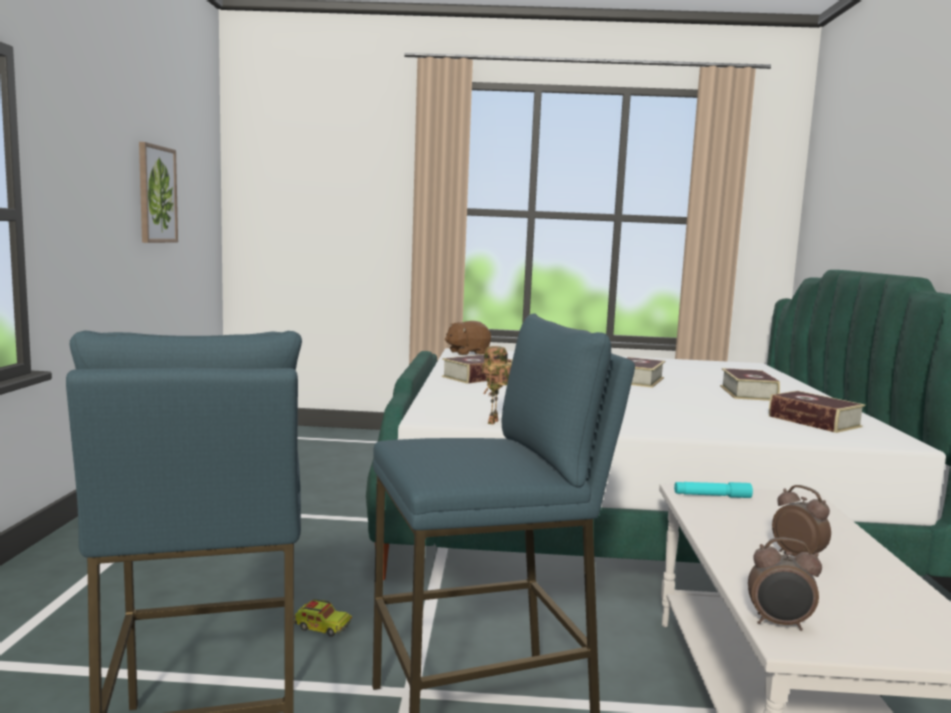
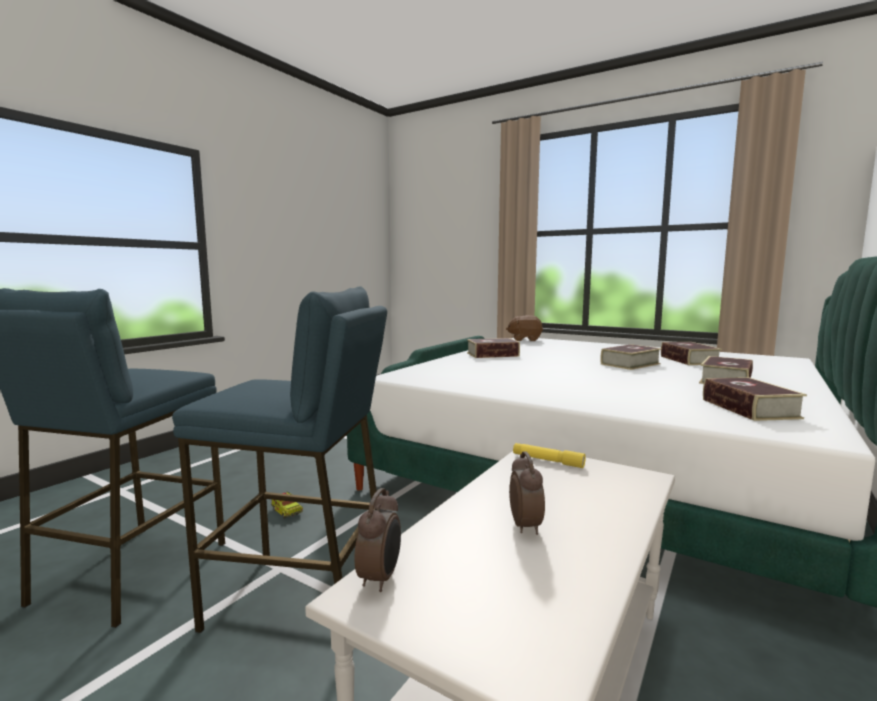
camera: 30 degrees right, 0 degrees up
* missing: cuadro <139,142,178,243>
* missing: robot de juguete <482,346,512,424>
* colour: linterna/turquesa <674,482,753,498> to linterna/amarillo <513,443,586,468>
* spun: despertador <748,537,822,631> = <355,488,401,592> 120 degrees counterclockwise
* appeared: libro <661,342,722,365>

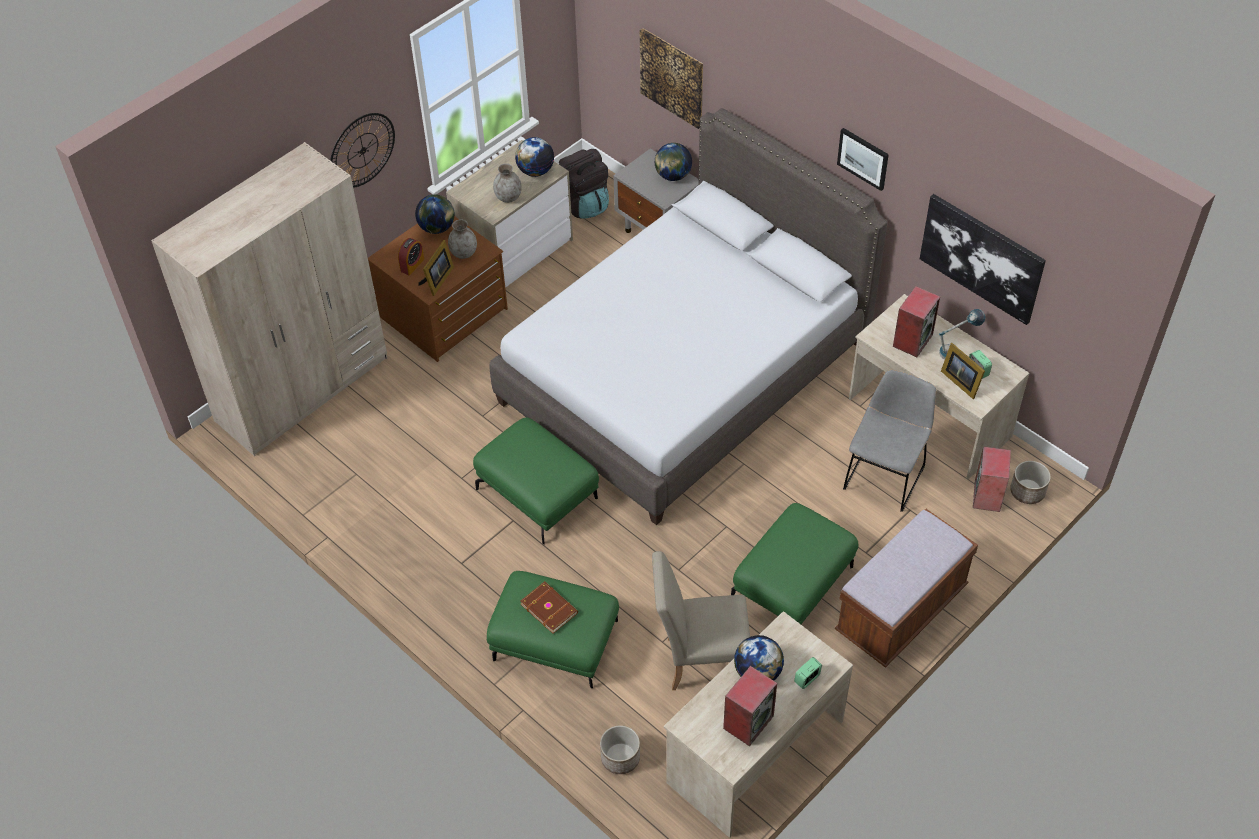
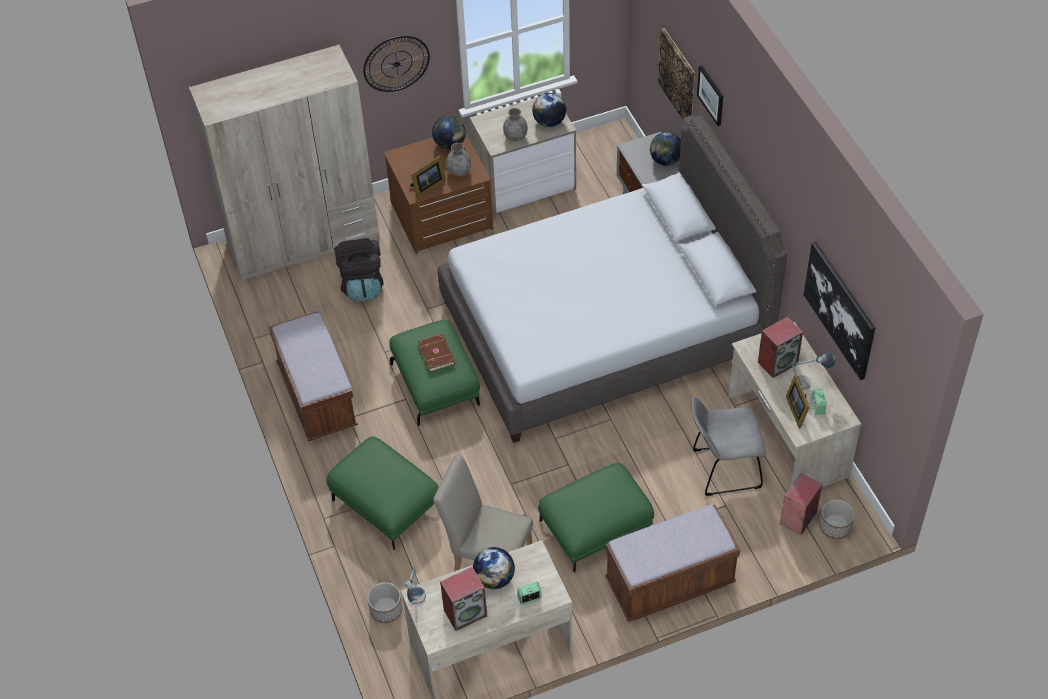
camera: 25 degrees right, 0 degrees up
* missing: despertador <398,238,424,275>
* relocated: libro/marrón <520,581,578,634> to <418,334,455,372>
* relocated: mochila/negro <559,149,609,219> to <334,238,384,301>
* relocated: cuadro <837,128,889,191> to <697,65,723,126>
* spun: silla/gris <843,370,936,512> = <691,397,766,496> 150 degrees counterclockwise
* appeared: banco/marrón <269,311,358,441>
* appeared: lámpara de mesa <404,567,426,605>

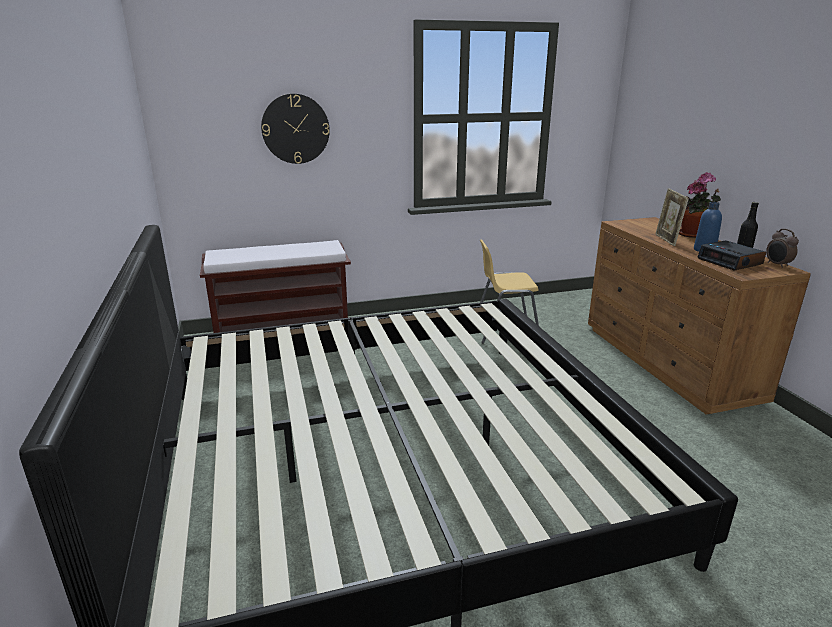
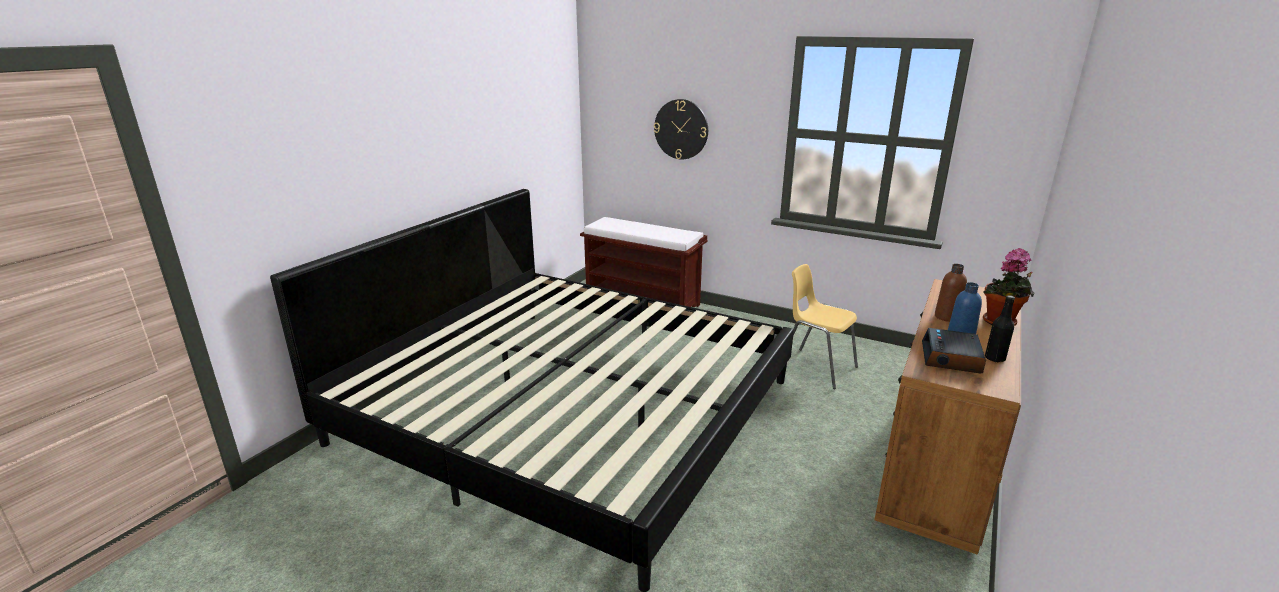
camera: 45 degrees right, 0 degrees up
* exchanged: portarretratos <655,188,689,246> to botella/marrón <935,264,967,322>
* missing: despertador <766,229,799,268>

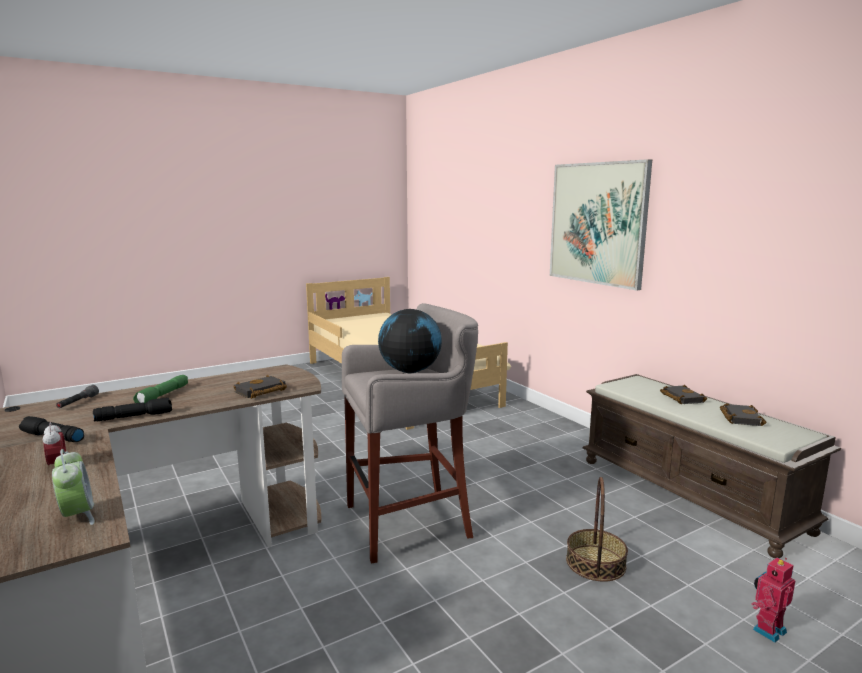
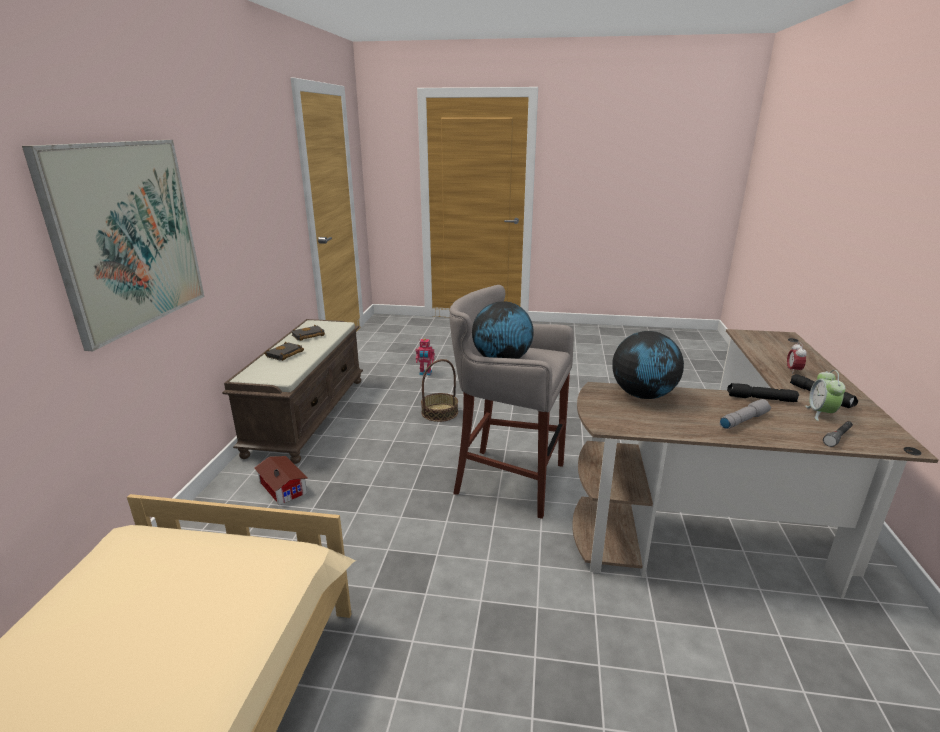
camera: 140 degrees left, 10 degrees up
* relocated: despertador <52,449,95,525> to <805,370,846,421>
* colour: linterna/verde <133,375,188,403> to linterna/gris <720,399,771,429>
* exchanged: libro/negro <233,375,287,399> to globo terráqueo <612,331,684,399>
* appeared: casita <254,456,308,505>

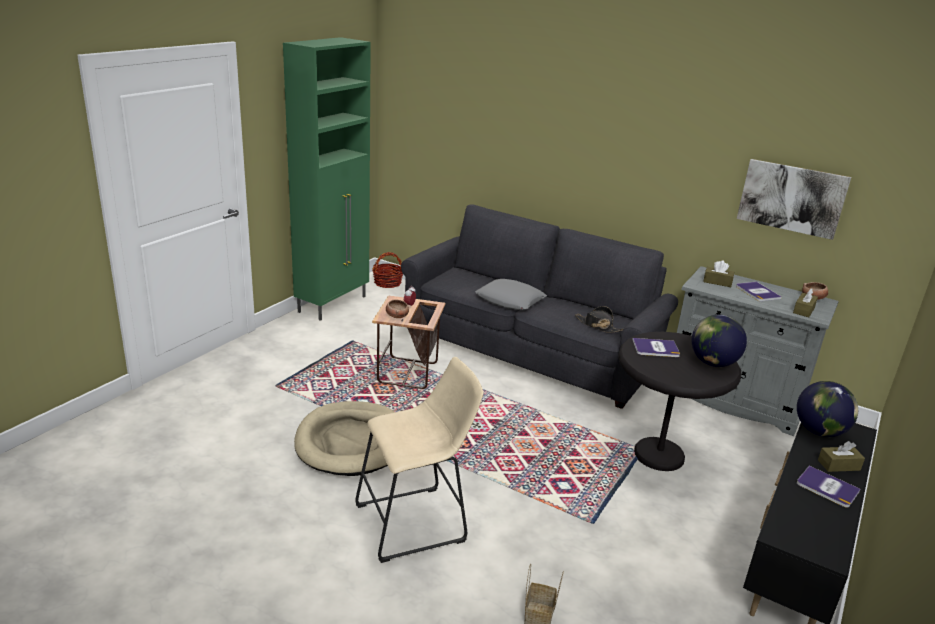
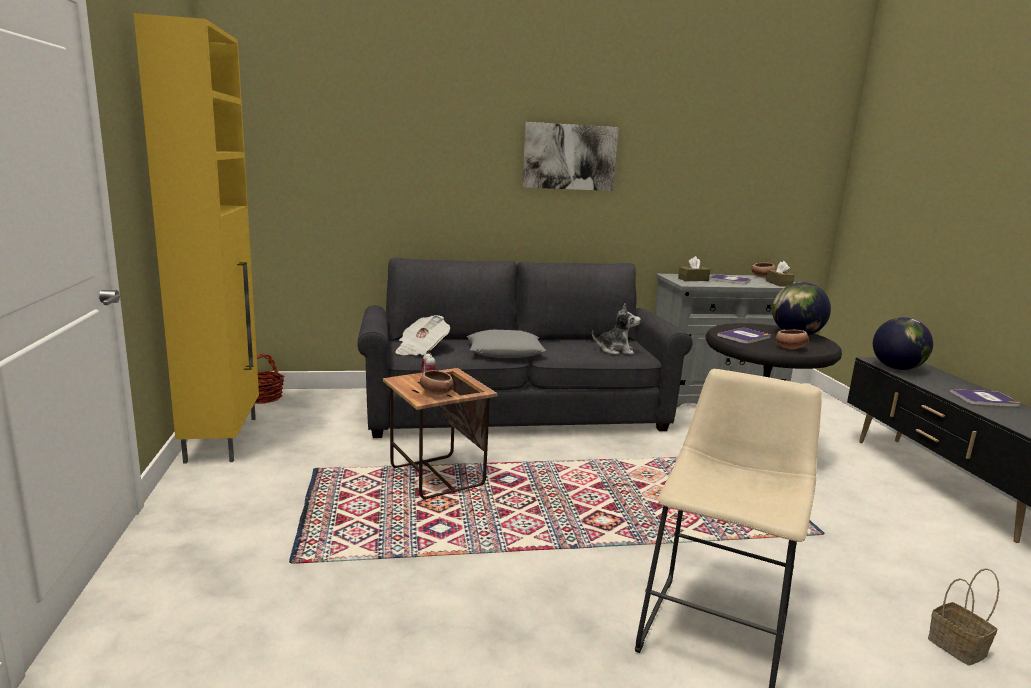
camera: 40 degrees left, 10 degrees down
* colour: armario/verde <283,37,371,321> to armario/amarillo <134,13,259,464>
* missing: cama para perro/beis <294,401,394,476>
* exchanged: sombrero/negro <575,306,623,333> to peluche <592,304,641,355>
* relocated: cuadro <737,159,851,240> to <522,122,619,191>
* missing: caja de pañuelos/marrón <818,441,865,472>
* appeared: periódico <395,315,450,355>
* appeared: cuenco <776,330,809,349>

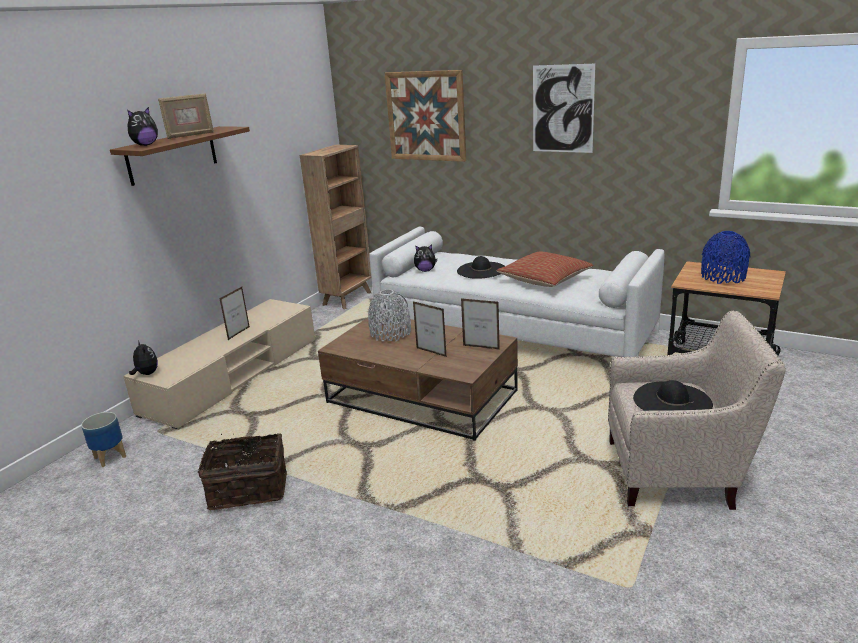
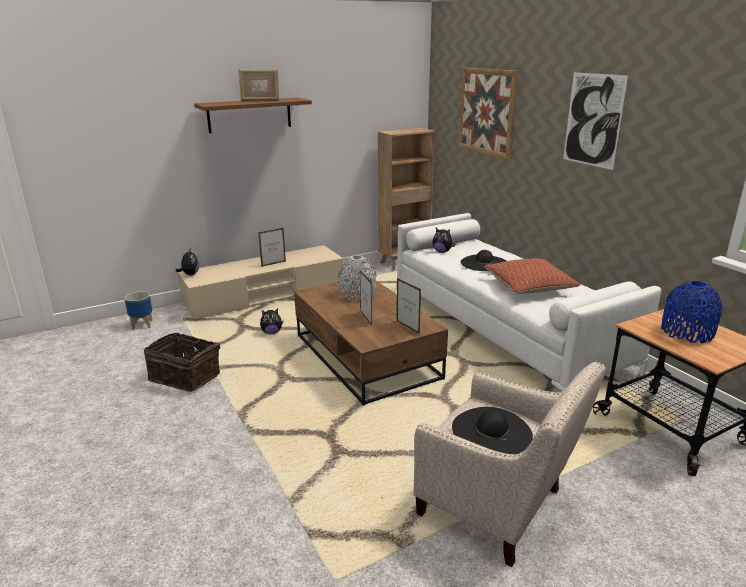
camera: 30 degrees right, 0 degrees up
* relocated: peluche <127,107,158,146> to <260,309,283,334>

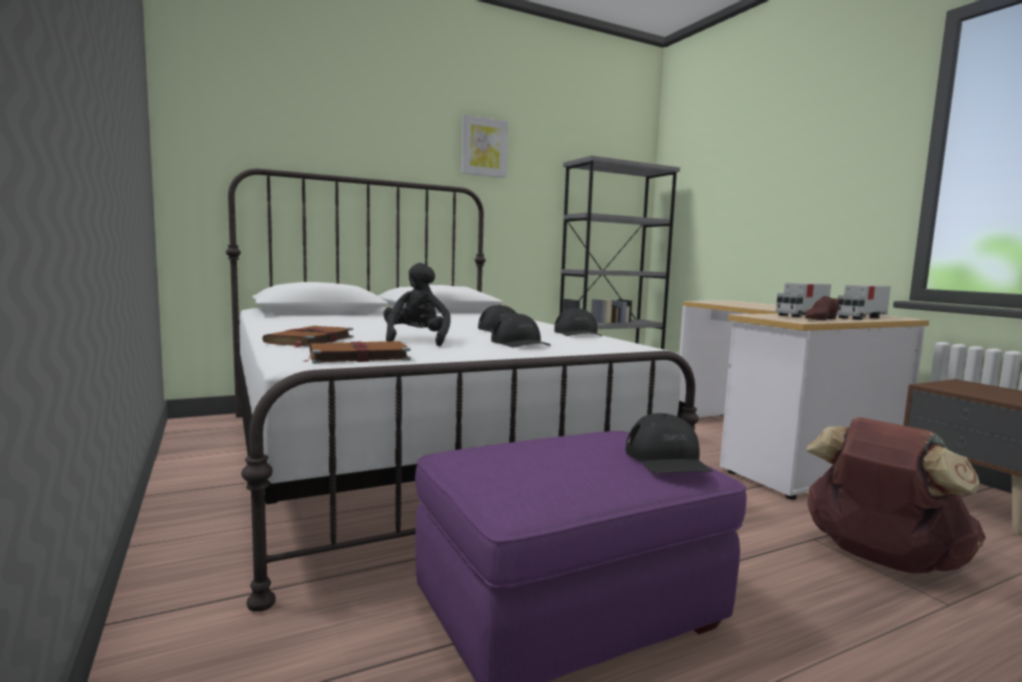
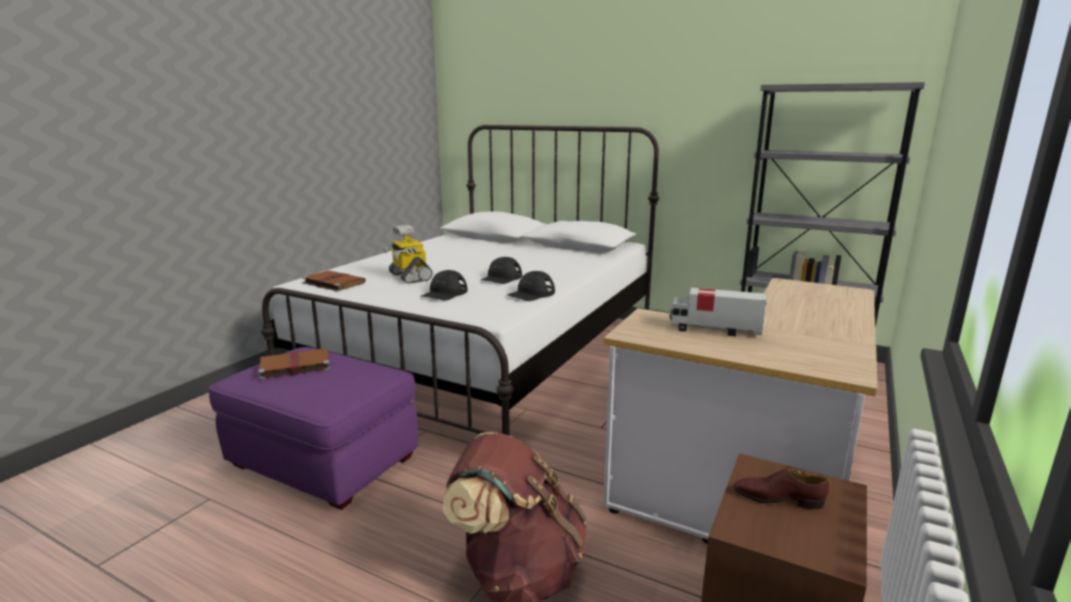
camera: 55 degrees right, 10 degrees up
* relocated: libro/marrón <262,326,354,348> to <253,348,330,380>
* exchanged: peluche/negro <383,263,451,346> to robot de juguete <382,225,433,284>
* missing: cuadro <461,115,508,178>
* missing: gorra/negro <625,413,713,473>
* relocated: zapato/marrón <805,296,839,320> to <734,468,829,509>
* missing: camión de juguete <837,285,891,320>

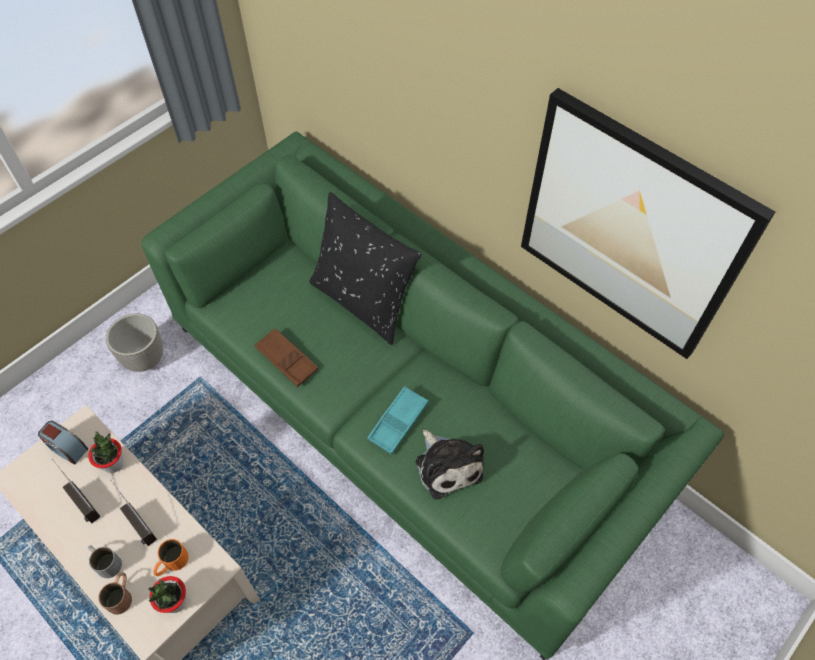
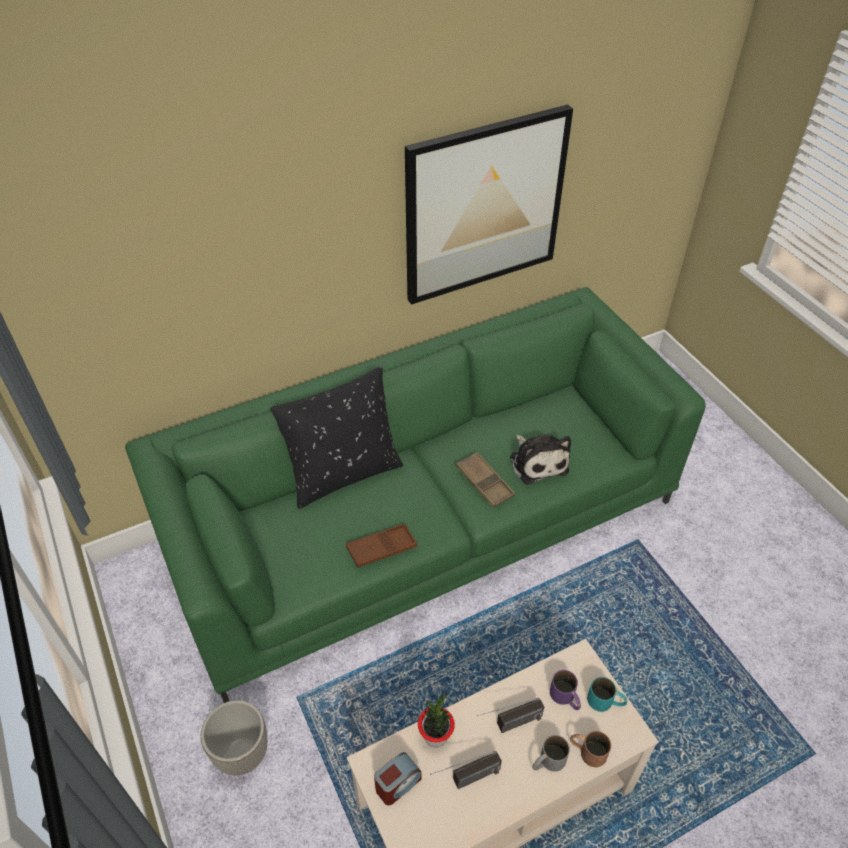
camera: 70 degrees left, 10 degrees down
* exchanged: planta en maceta <148,576,186,613> to taza grande/turquesa <587,677,627,712>
* colour: taza grande/naranja <154,539,189,576> to taza grande/morado <550,670,581,710>
* colour: bandeja/turquesa <367,386,428,454> to bandeja/marrón <456,452,515,508>
* spun: peluche <416,430,484,499> = <510,434,571,485> 75 degrees clockwise

